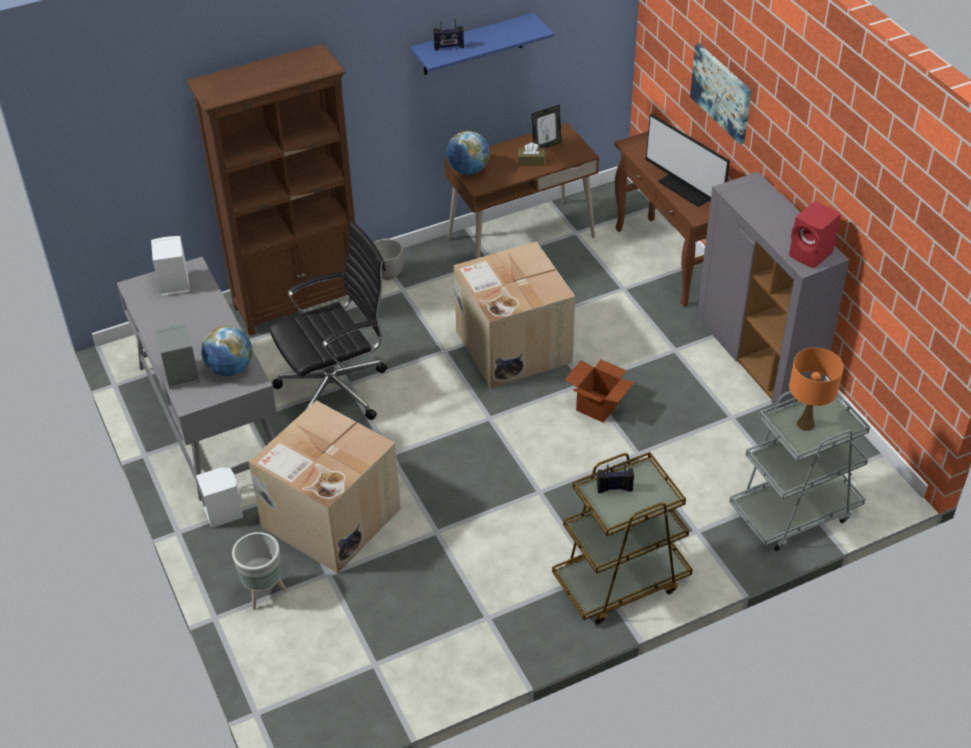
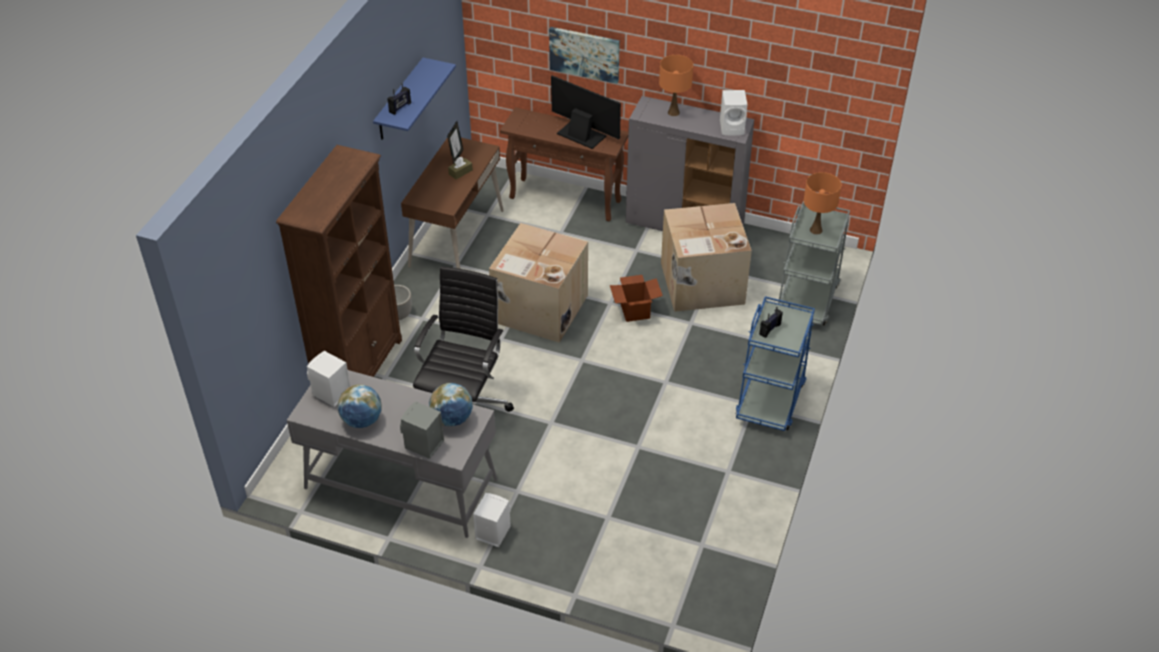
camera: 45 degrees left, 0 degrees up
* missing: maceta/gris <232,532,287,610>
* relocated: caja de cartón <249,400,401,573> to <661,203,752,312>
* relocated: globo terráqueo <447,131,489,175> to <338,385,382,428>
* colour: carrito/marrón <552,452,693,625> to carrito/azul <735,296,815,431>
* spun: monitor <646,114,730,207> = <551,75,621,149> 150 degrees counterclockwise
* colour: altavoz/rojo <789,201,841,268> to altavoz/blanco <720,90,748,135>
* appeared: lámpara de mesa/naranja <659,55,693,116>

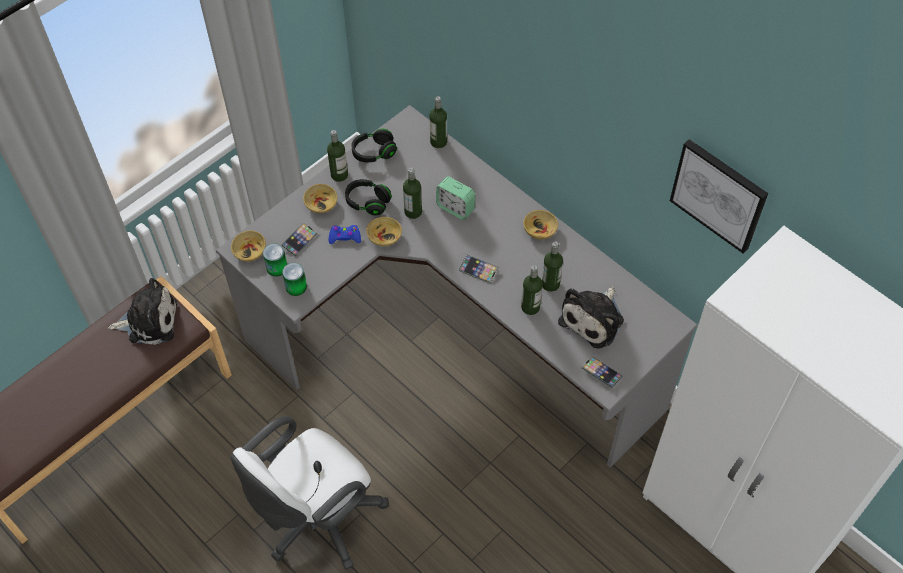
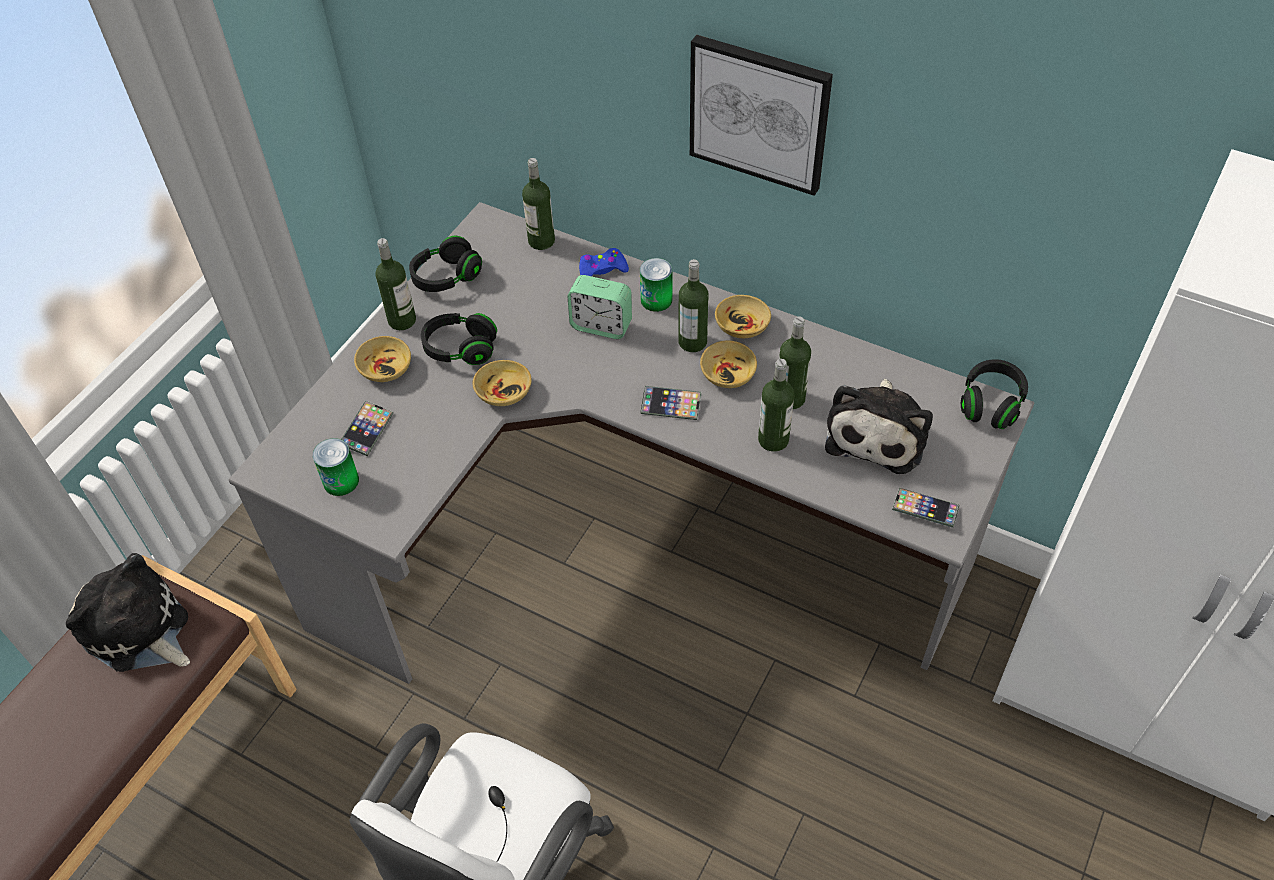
camera: 15 degrees left, 5 degrees down
* spun: peluche <108,278,177,345> = <66,553,190,672> 120 degrees counterclockwise
* relocated: cuenco/beis <231,230,266,262> to <700,340,757,388>
* relocated: lata <282,263,307,296> to <640,258,672,312>
* relocated: mando de consola/azul <329,225,361,244> to <579,248,629,276>
* relocated: botella <403,168,422,219> to <679,259,708,352>
* relocated: cuadro <670,139,768,253> to <690,35,833,196>
* appeared: auriculares/negro <961,359,1028,429>

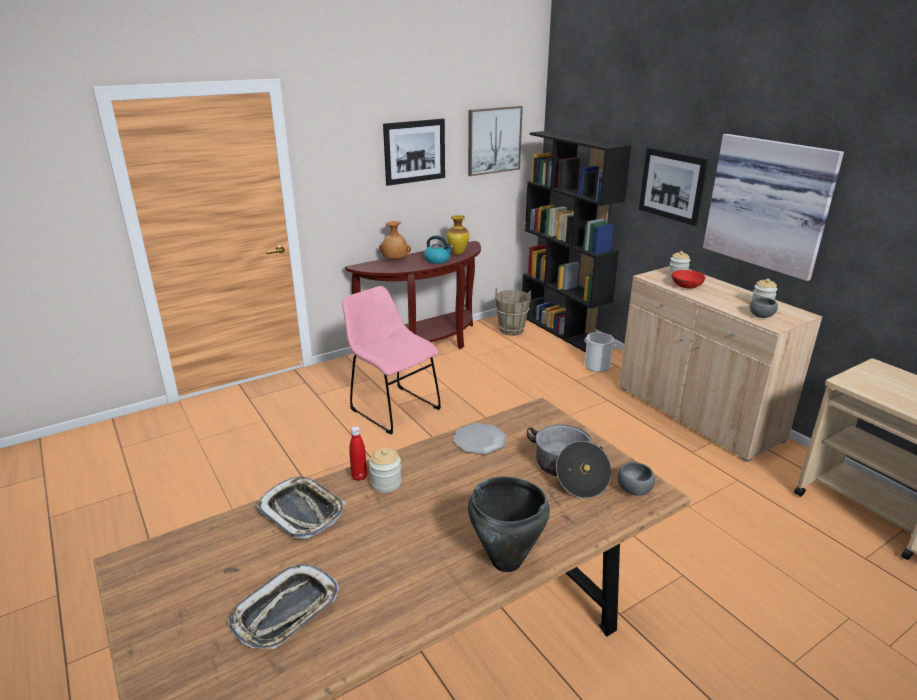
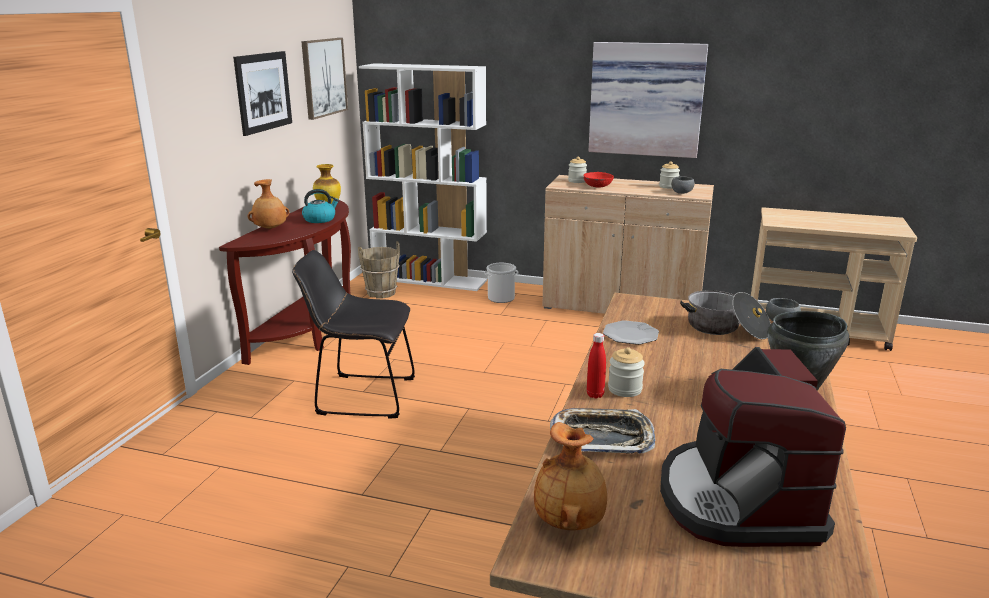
camera: 40 degrees left, 5 degrees down
* exchanged: bandeja <228,564,339,649> to cafetera <660,347,846,547>
* colour: silla/rosa <342,286,441,434> to silla/negro <292,250,415,419>
* colour: estantería/negro <522,130,632,352> to estantería/blanco <359,63,487,291>
* missing: cuadro <639,148,708,226>
* appeared: florero/marrón <534,422,607,531>

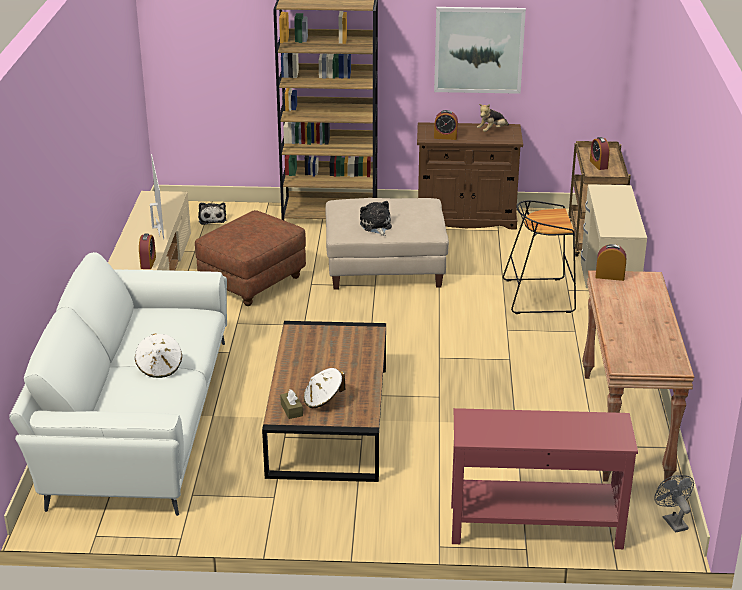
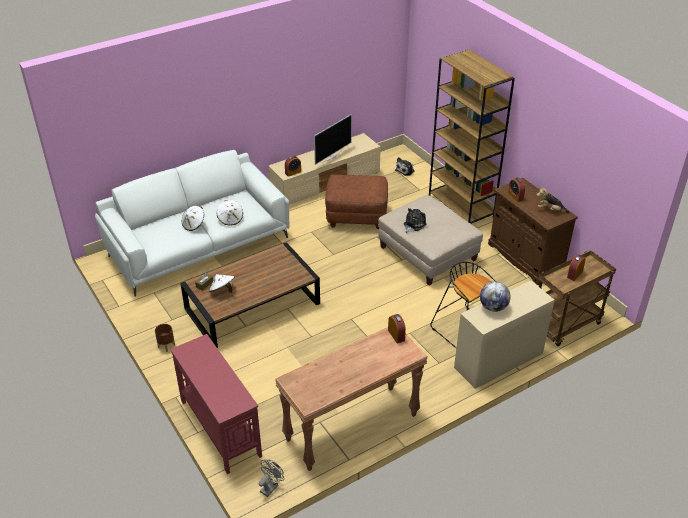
camera: 55 degrees right, 10 degrees up
* missing: cuadro <434,7,526,94>
* appeared: maceta/marrón <155,324,175,352>
* appeared: sombrero/blanco <217,200,243,226>
* appeared: globo terráqueo <480,282,511,312>

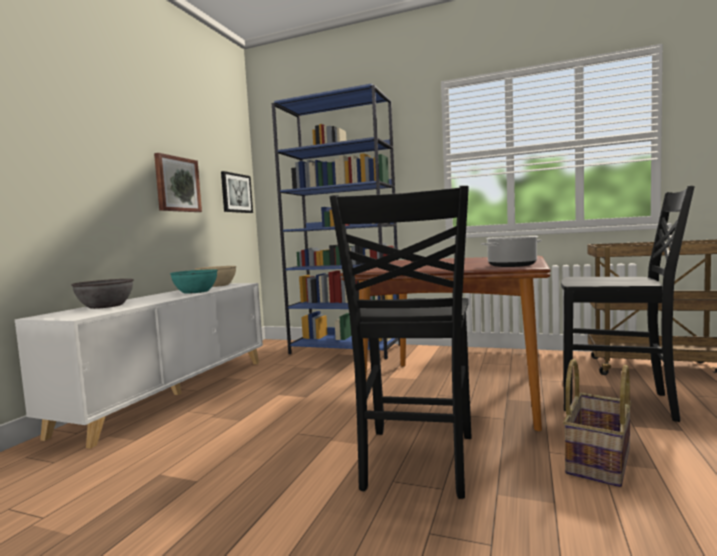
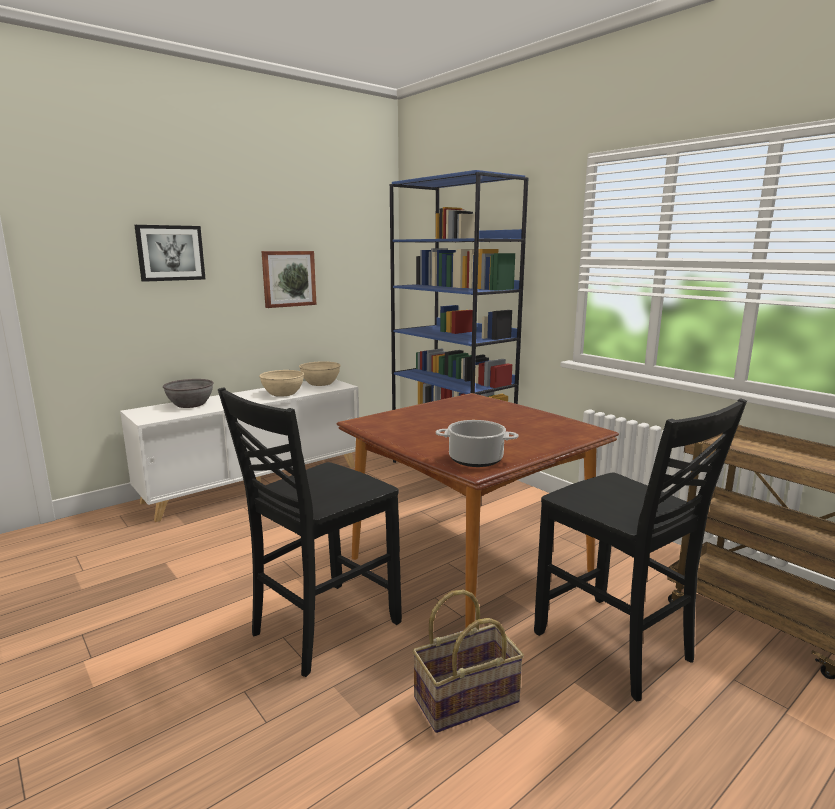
camera: 30 degrees right, 10 degrees up
* colour: cuenco/turquesa <170,269,218,294> to cuenco/beis <259,370,304,397>
* relocated: cuadro <221,171,253,213> to <134,225,205,282>

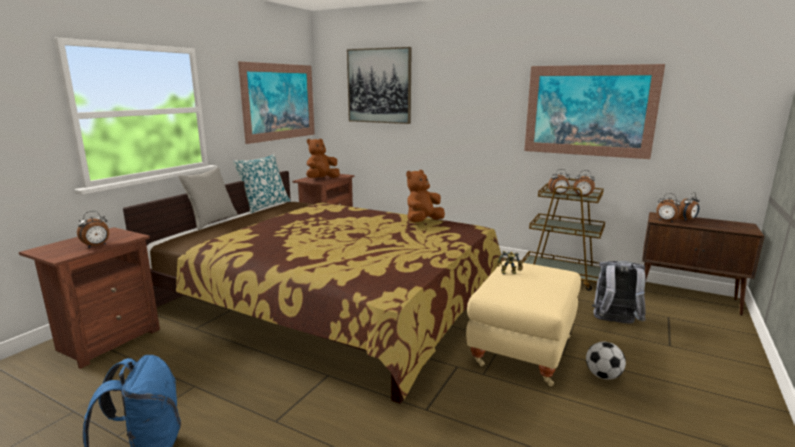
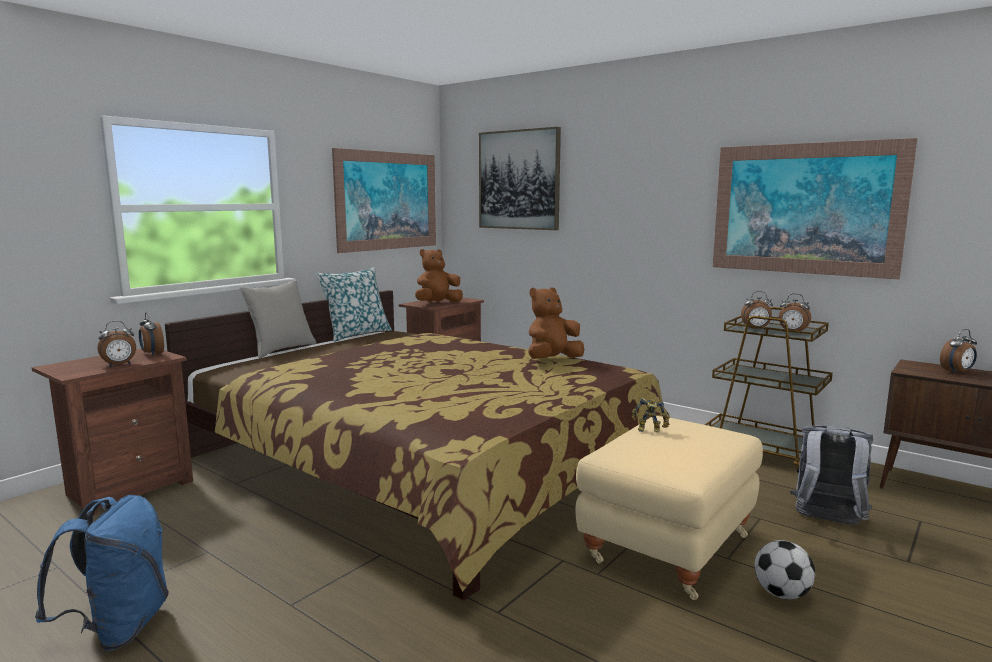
camera: 10 degrees right, 5 degrees down
* relocated: despertador <657,193,681,223> to <139,312,164,356>

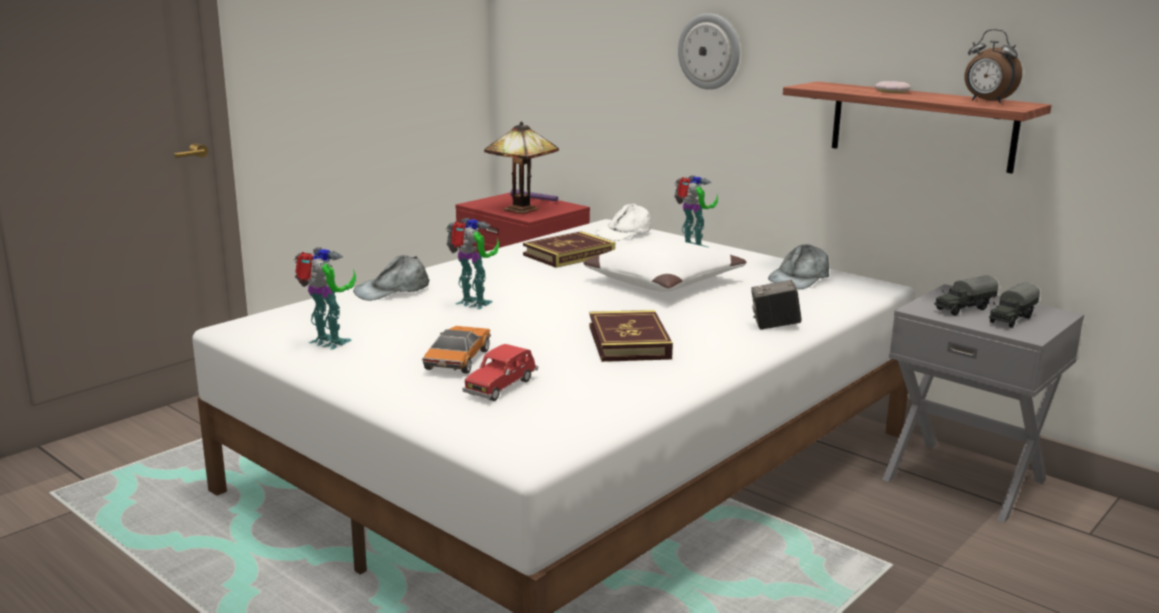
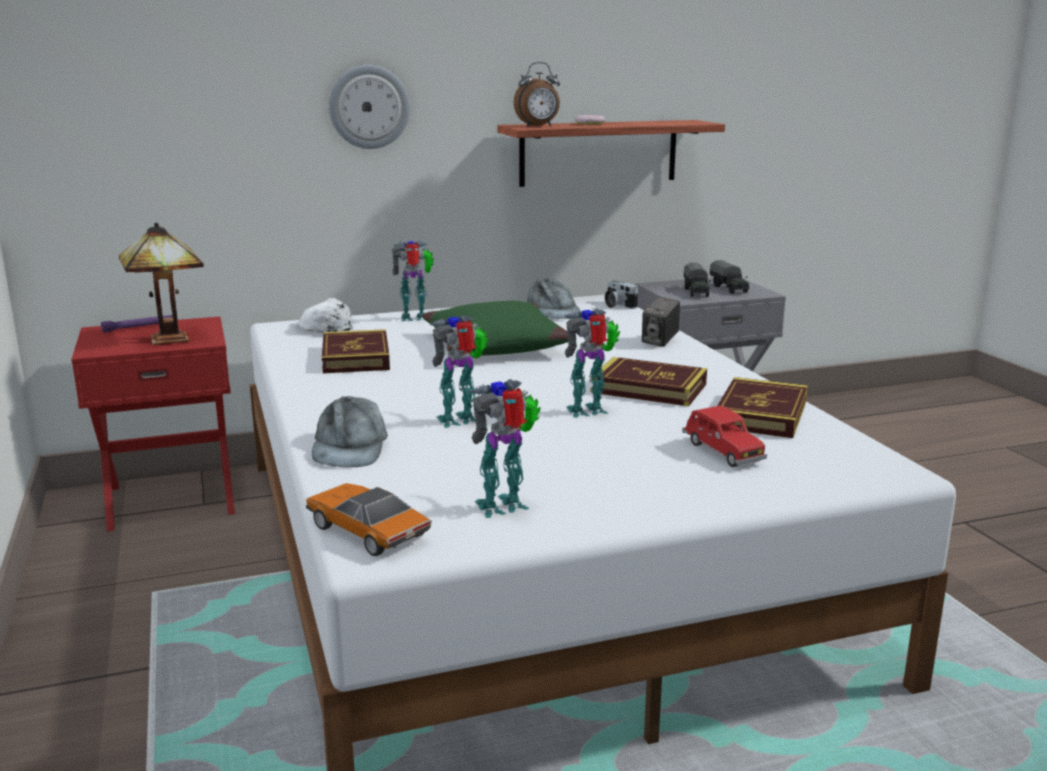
camera: 60 degrees left, 0 degrees up
* relocated: coche de juguete <422,326,491,374> to <306,483,432,556>
* colour: cojín/blanco <584,239,747,292> to cojín/verde <422,301,568,356>
* spun: gorra/blanco <595,204,651,241> = <290,298,353,332> 150 degrees clockwise
* relocated: despertador <965,29,1022,103> to <514,62,560,127>
* appeared: robot de juguete <564,308,620,418>
* appeared: cámara <605,280,638,309>
* appeared: libro <717,377,808,438>

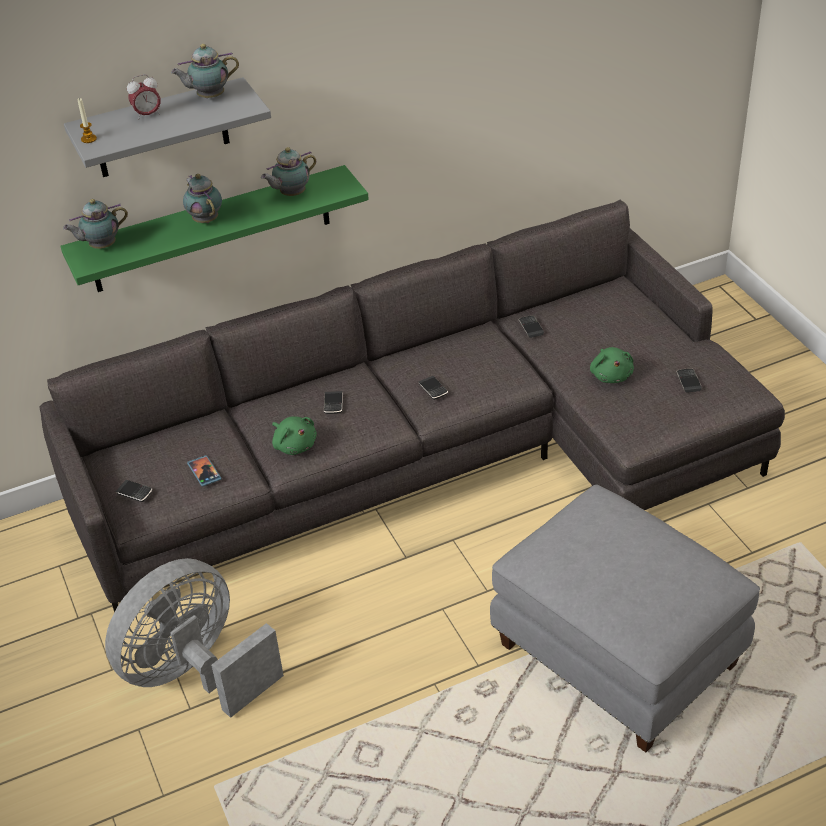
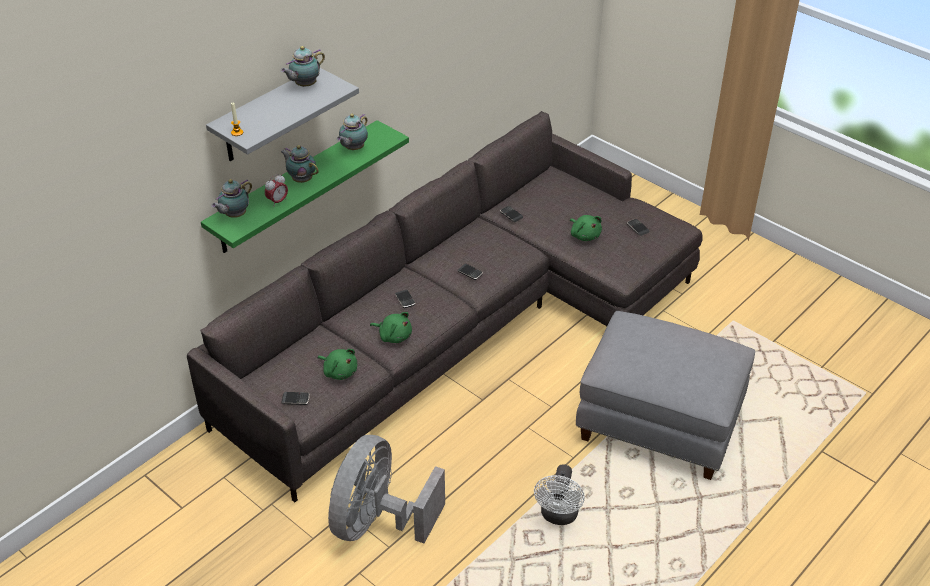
camera: 25 degrees left, 0 degrees up
* relocated: despertador <127,74,161,120> to <265,174,288,205>
* exchanged: móvil <187,455,221,487> to peluche/verde <318,349,357,380>
* appeared: ventilador/blanco <534,464,585,525>

